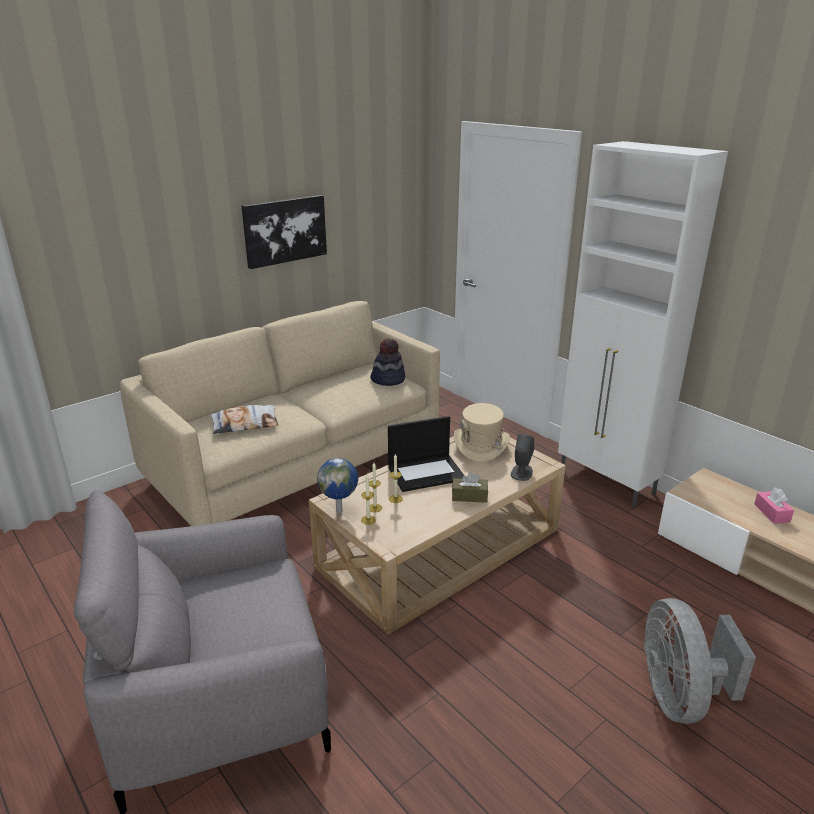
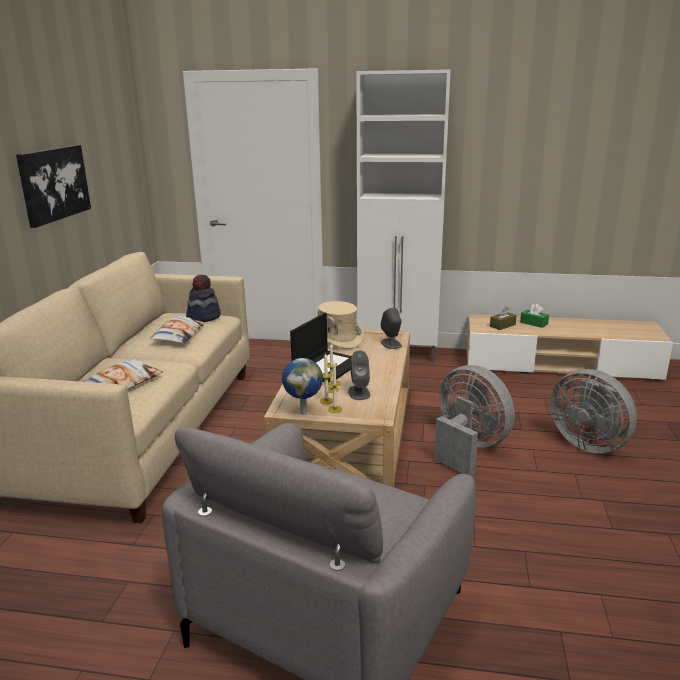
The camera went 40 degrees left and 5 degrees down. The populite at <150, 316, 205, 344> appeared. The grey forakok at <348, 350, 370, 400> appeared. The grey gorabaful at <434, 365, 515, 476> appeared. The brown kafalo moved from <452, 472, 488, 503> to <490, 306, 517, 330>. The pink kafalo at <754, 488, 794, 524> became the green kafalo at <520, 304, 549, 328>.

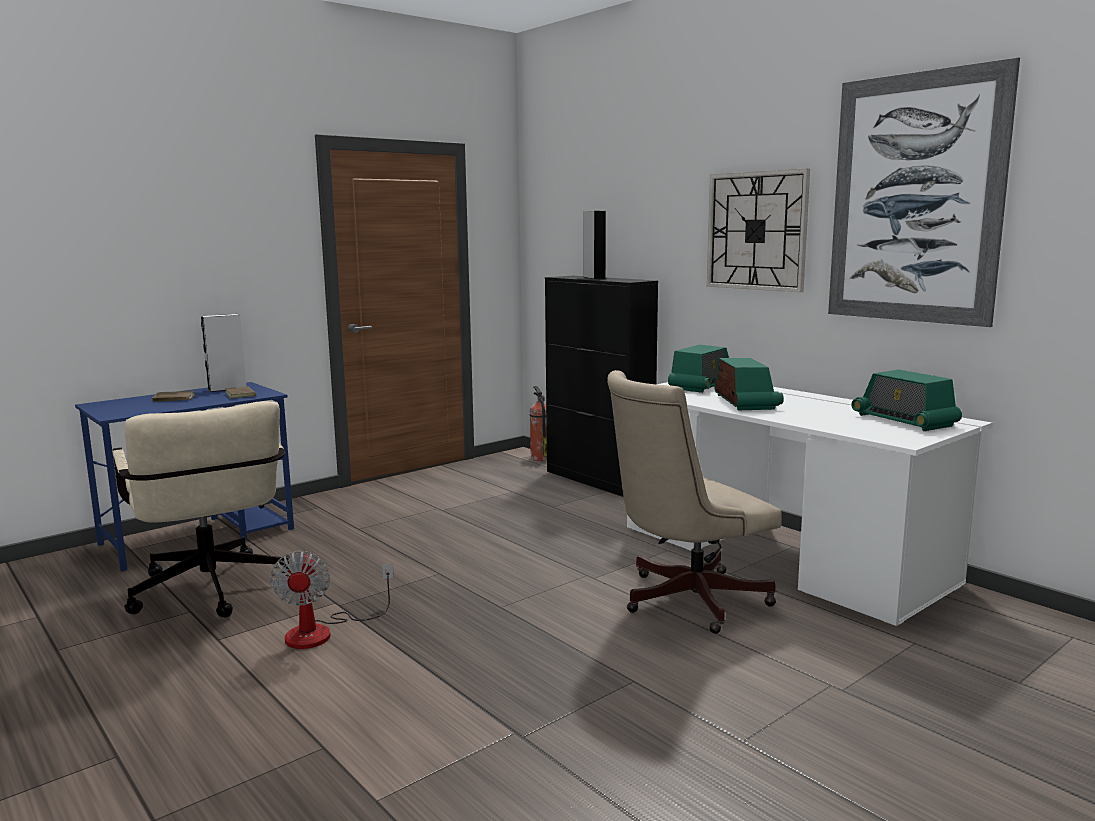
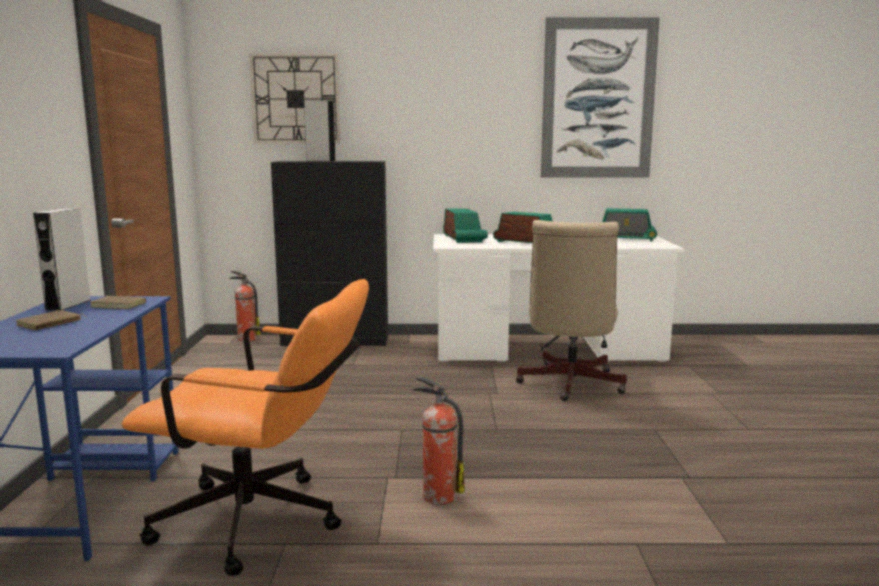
The camera went 50 degrees left and 0 degrees up. The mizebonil moved from <707, 168, 810, 293> to <249, 54, 340, 143>. The gorabaful at <270, 551, 394, 649> was replaced by the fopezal at <413, 376, 465, 505>. The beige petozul at <113, 401, 289, 617> became the orange petozul at <121, 279, 369, 576>.

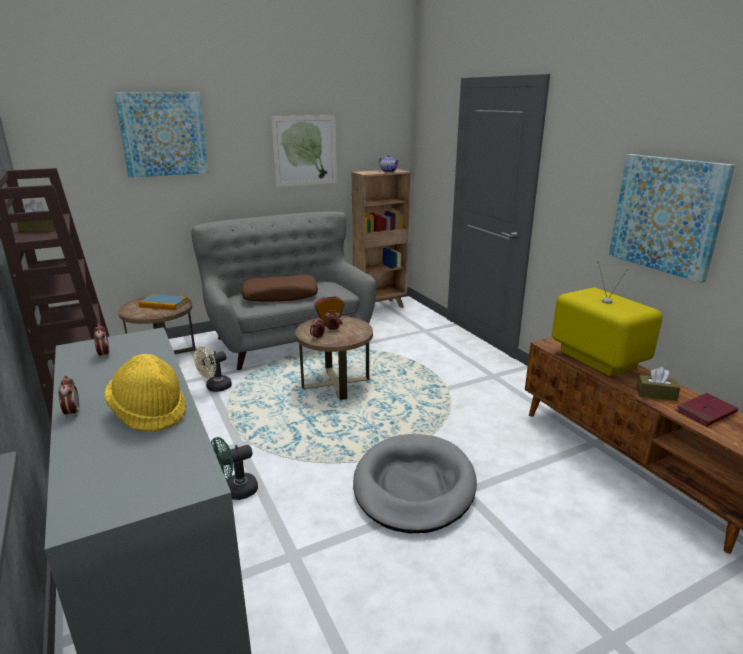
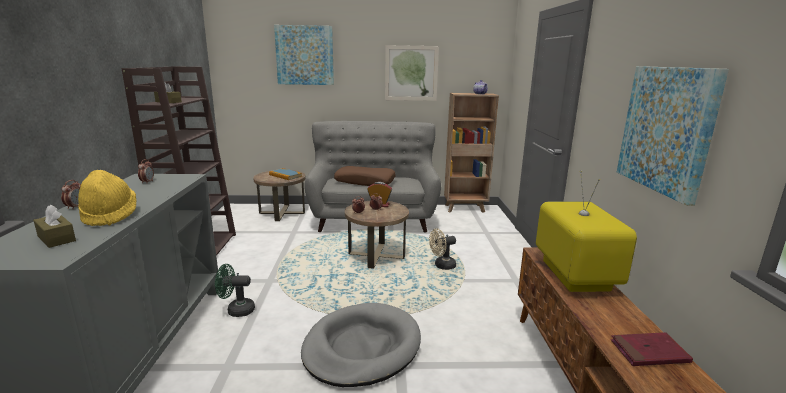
The camera went 25 degrees right and 5 degrees down. The beige gorabaful moved from <194, 347, 232, 392> to <429, 228, 456, 270>. The brown kafalo moved from <636, 367, 680, 401> to <33, 205, 76, 248>.

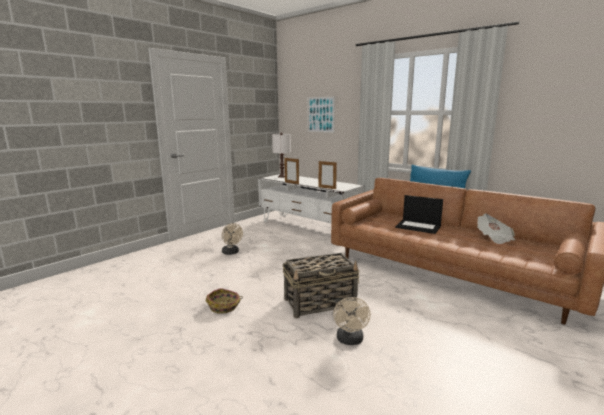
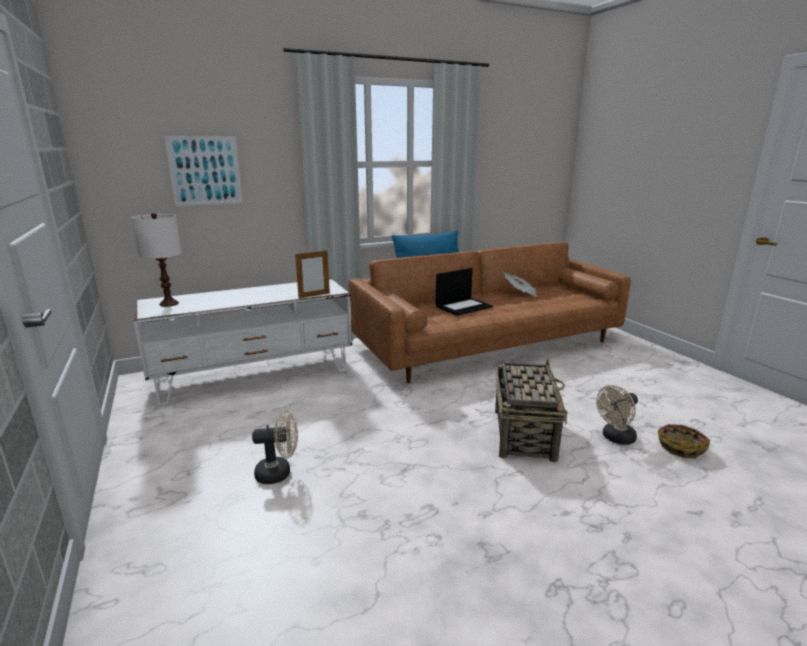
The camera went 65 degrees left and 5 degrees up. The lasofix at <284, 158, 299, 184> disappeared. The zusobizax moved from <205, 288, 243, 314> to <658, 424, 710, 458>. The beige gorabaful at <333, 297, 371, 345> turned 120 degrees clockwise.

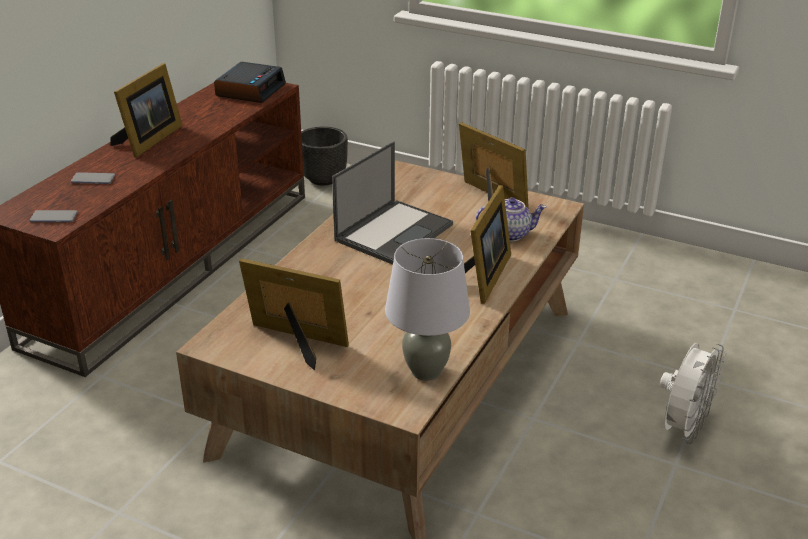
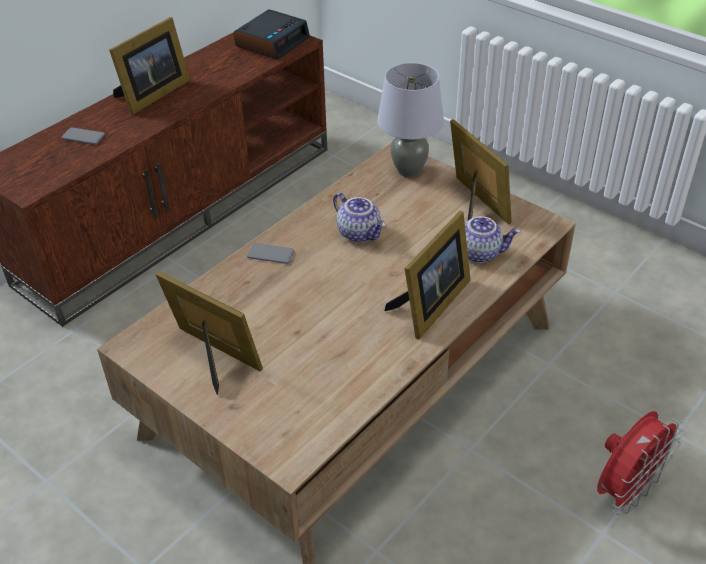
The camera went 15 degrees right and 10 degrees up. The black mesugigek at <301, 126, 348, 185> disappeared. The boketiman moved from <29, 210, 78, 222> to <247, 243, 294, 264>. The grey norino moved from <385, 238, 470, 381> to <377, 63, 444, 177>. The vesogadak at <332, 141, 453, 265> was replaced by the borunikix at <333, 193, 385, 242>. The white gorabaful at <660, 343, 726, 444> became the red gorabaful at <597, 411, 686, 515>.

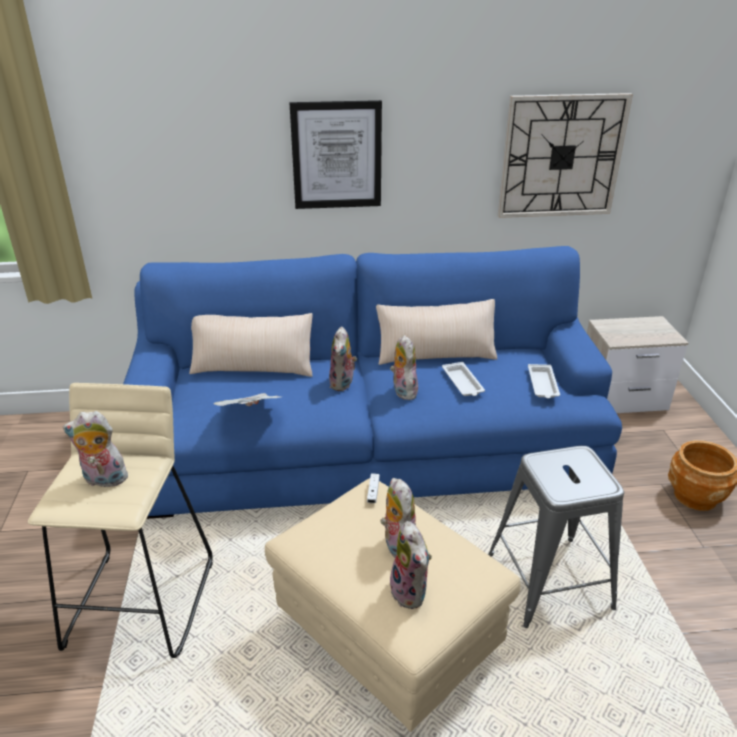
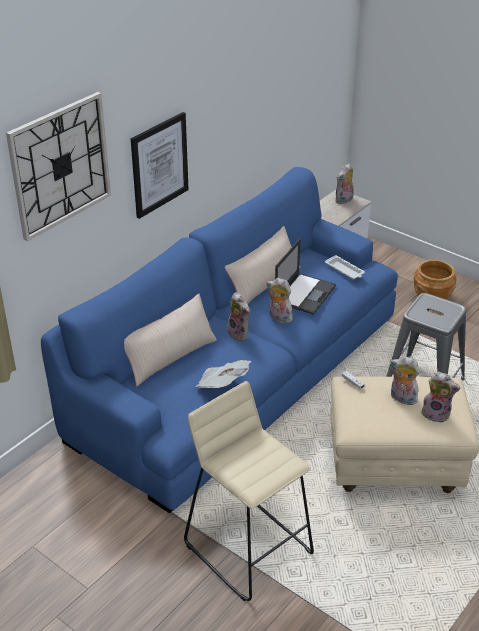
The camera went 45 degrees left and 5 degrees up. The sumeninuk moved from <63, 411, 131, 487> to <335, 163, 354, 204>. The mizebonil moved from <498, 93, 633, 218> to <6, 92, 111, 241>. The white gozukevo at <442, 362, 485, 396> was replaced by the vesogadak at <275, 239, 336, 315>.

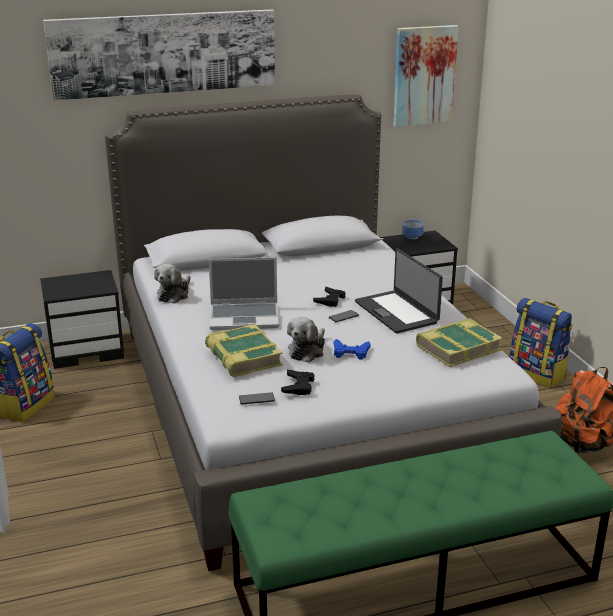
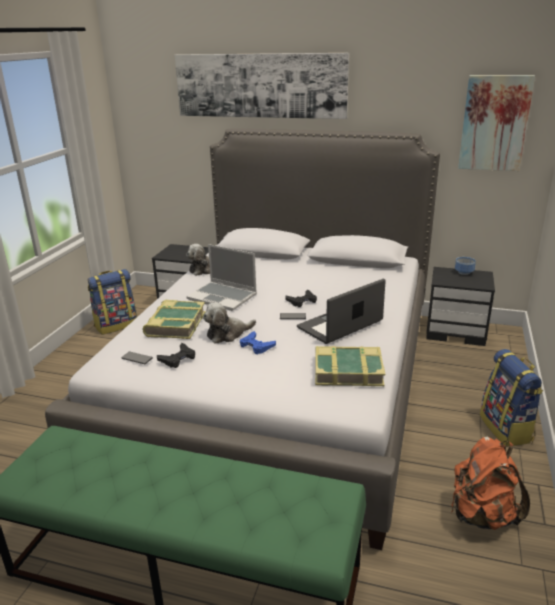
The camera went 35 degrees right and 0 degrees up. The vesogadak at <355, 249, 443, 333> turned 45 degrees clockwise.

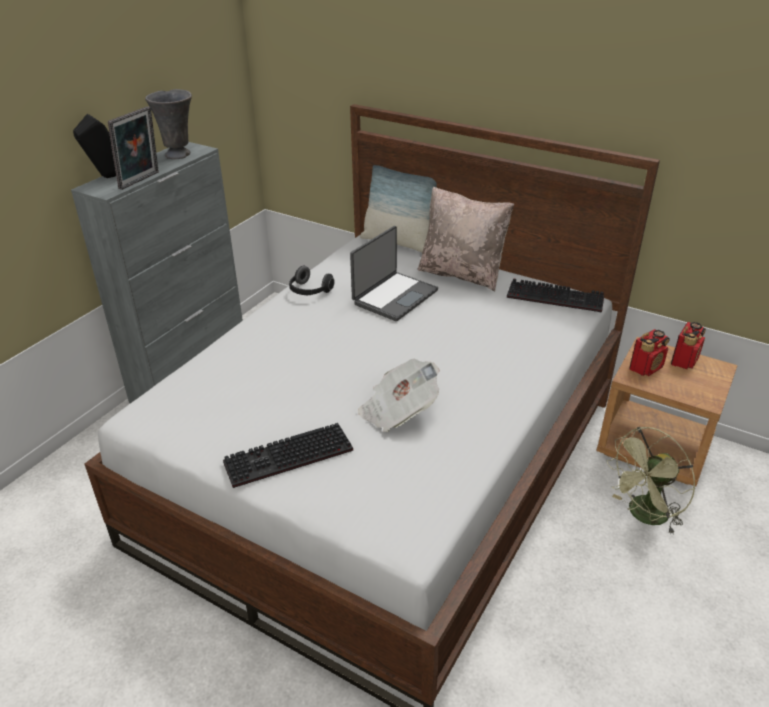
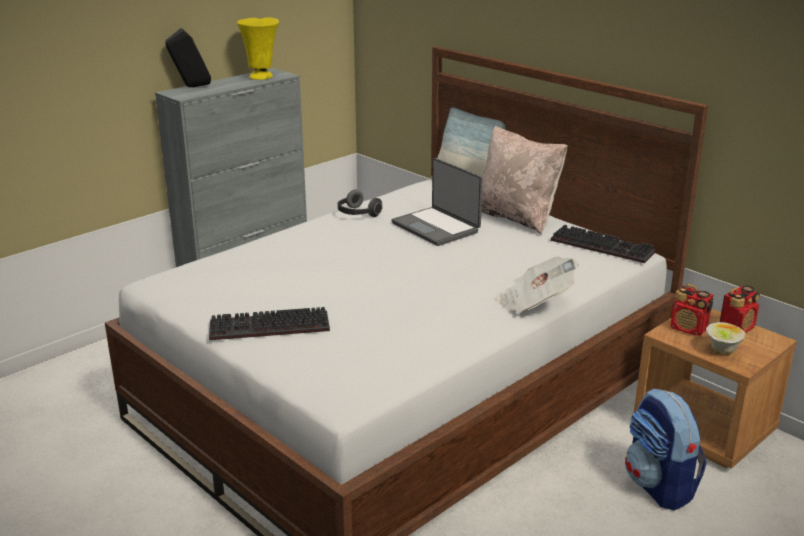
The camera went 15 degrees right and 10 degrees down. The lasofix at <108, 106, 159, 190> disappeared. The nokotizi at <706, 322, 746, 355> appeared. The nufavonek moved from <358, 359, 440, 433> to <495, 256, 579, 314>. The green gorabaful at <607, 427, 695, 535> was replaced by the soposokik at <625, 388, 707, 510>. The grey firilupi at <145, 89, 192, 159> became the yellow firilupi at <237, 17, 279, 80>. The vesogadak at <350, 226, 438, 321> turned 90 degrees clockwise. The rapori at <630, 329, 669, 376> turned 60 degrees clockwise.

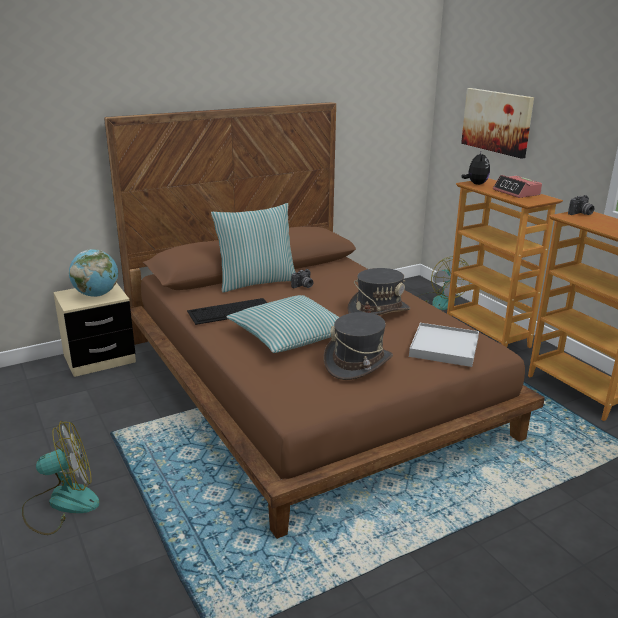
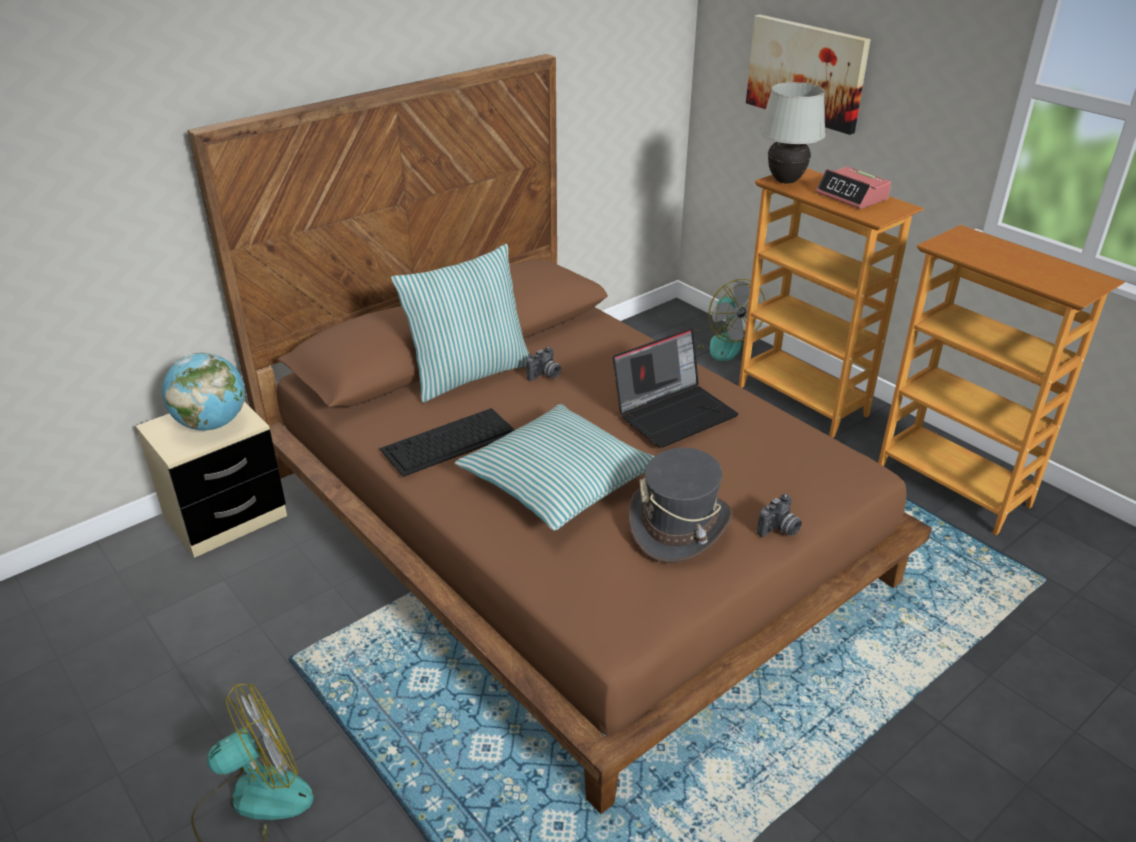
The camera went 10 degrees left and 10 degrees up. The white gozukevo at <409, 323, 479, 367> disappeared. The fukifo moved from <568, 195, 594, 215> to <757, 494, 802, 537>. The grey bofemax at <347, 268, 410, 315> was replaced by the vesogadak at <613, 328, 738, 448>. The sumeninuk at <462, 150, 490, 185> was replaced by the white norino at <759, 82, 826, 184>.

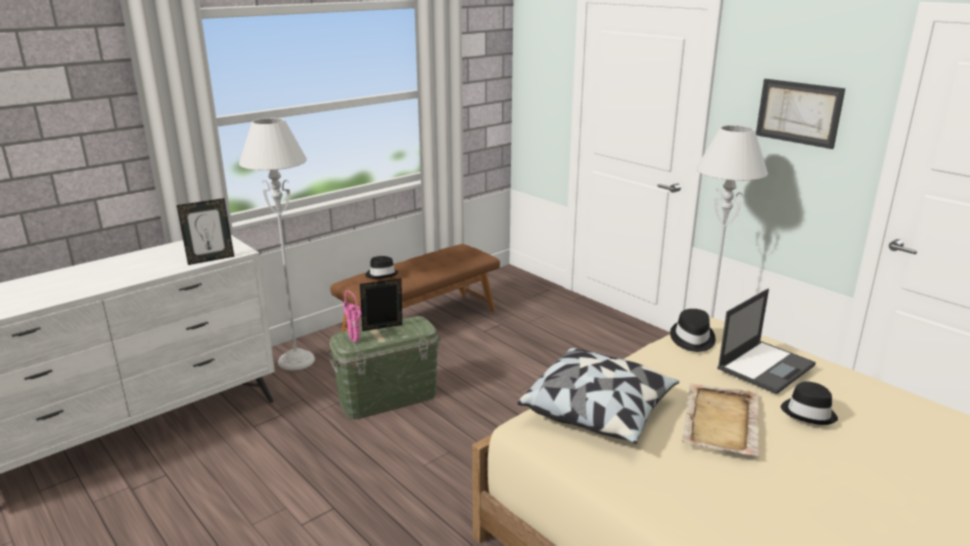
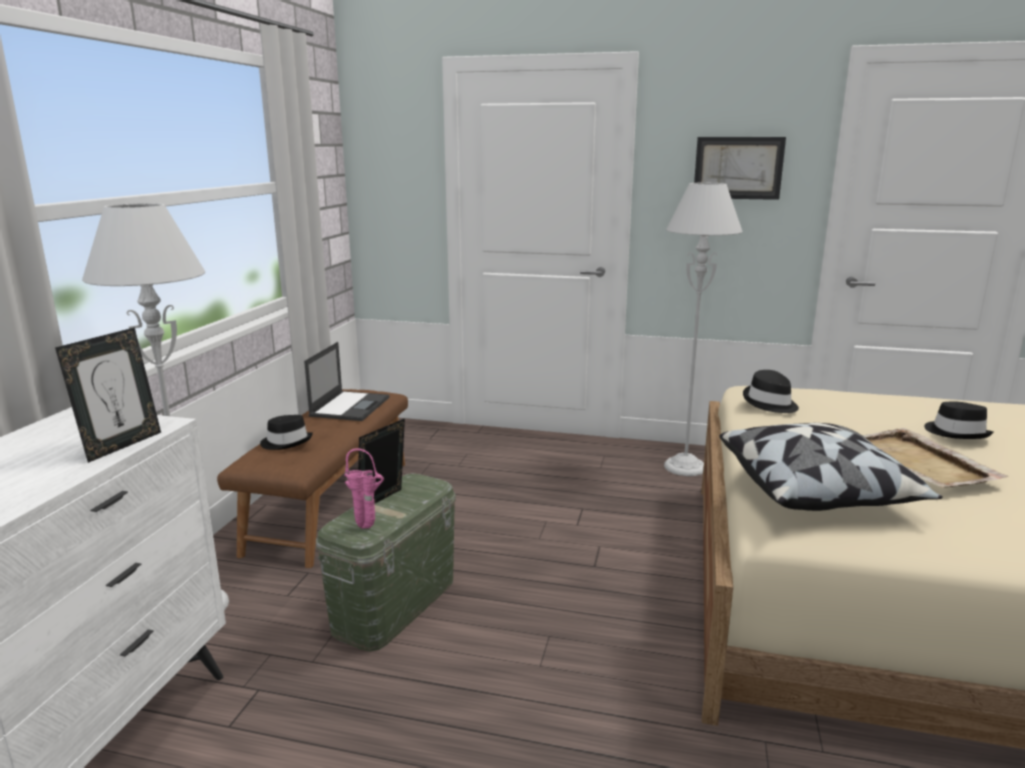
The camera went 35 degrees left and 5 degrees down. The vesogadak moved from <717, 289, 816, 394> to <304, 342, 389, 421>.

